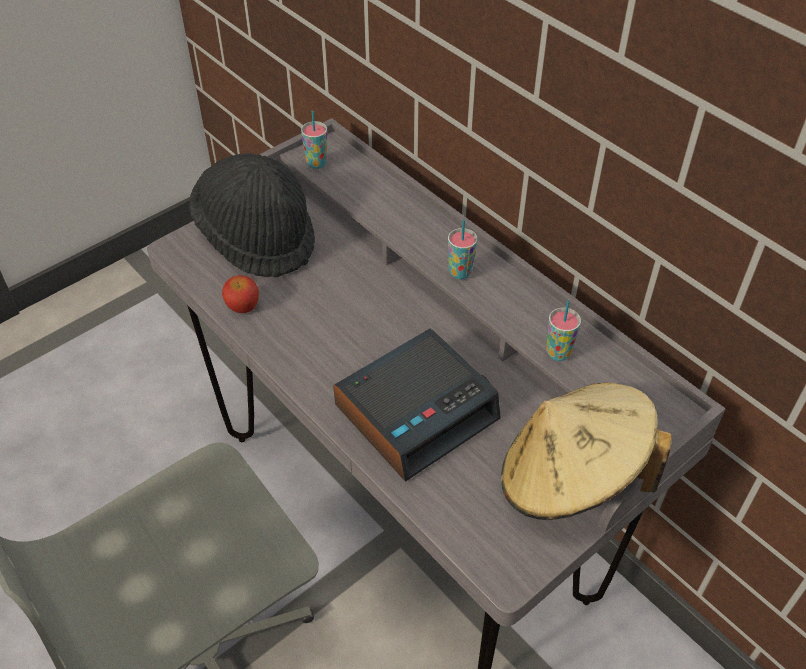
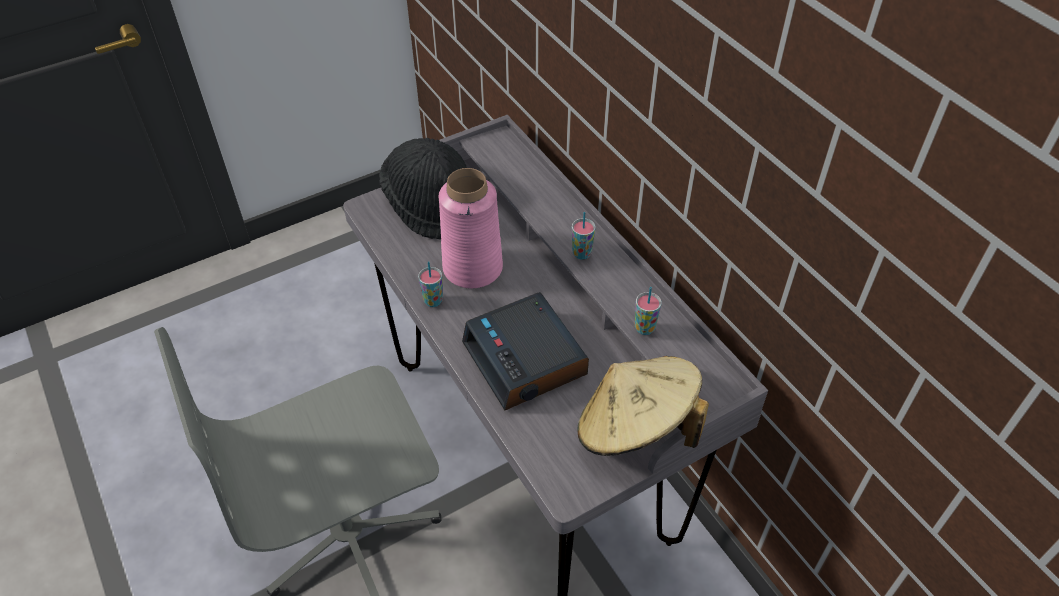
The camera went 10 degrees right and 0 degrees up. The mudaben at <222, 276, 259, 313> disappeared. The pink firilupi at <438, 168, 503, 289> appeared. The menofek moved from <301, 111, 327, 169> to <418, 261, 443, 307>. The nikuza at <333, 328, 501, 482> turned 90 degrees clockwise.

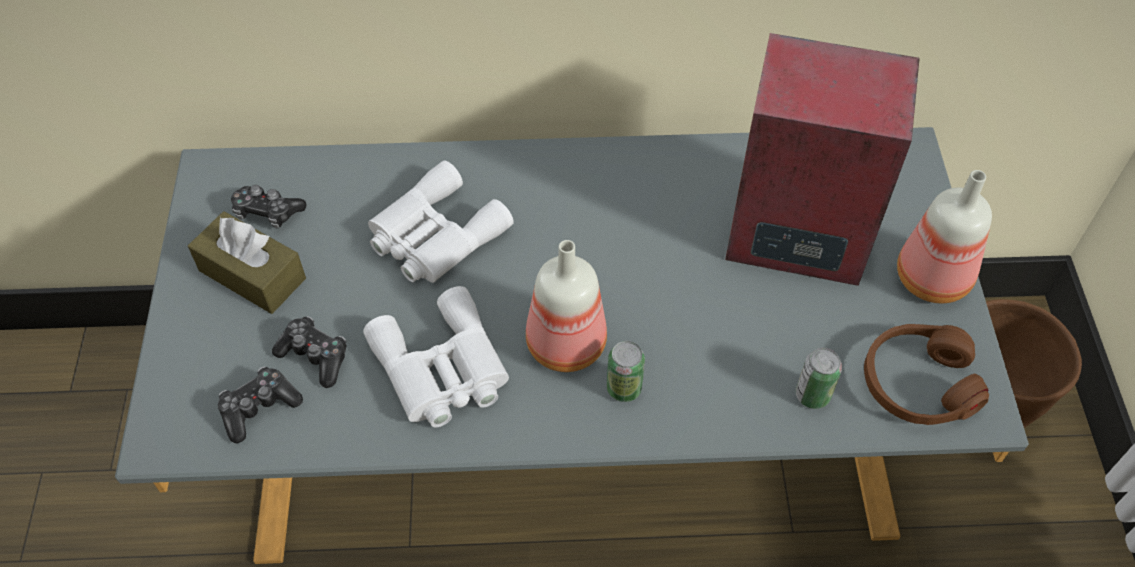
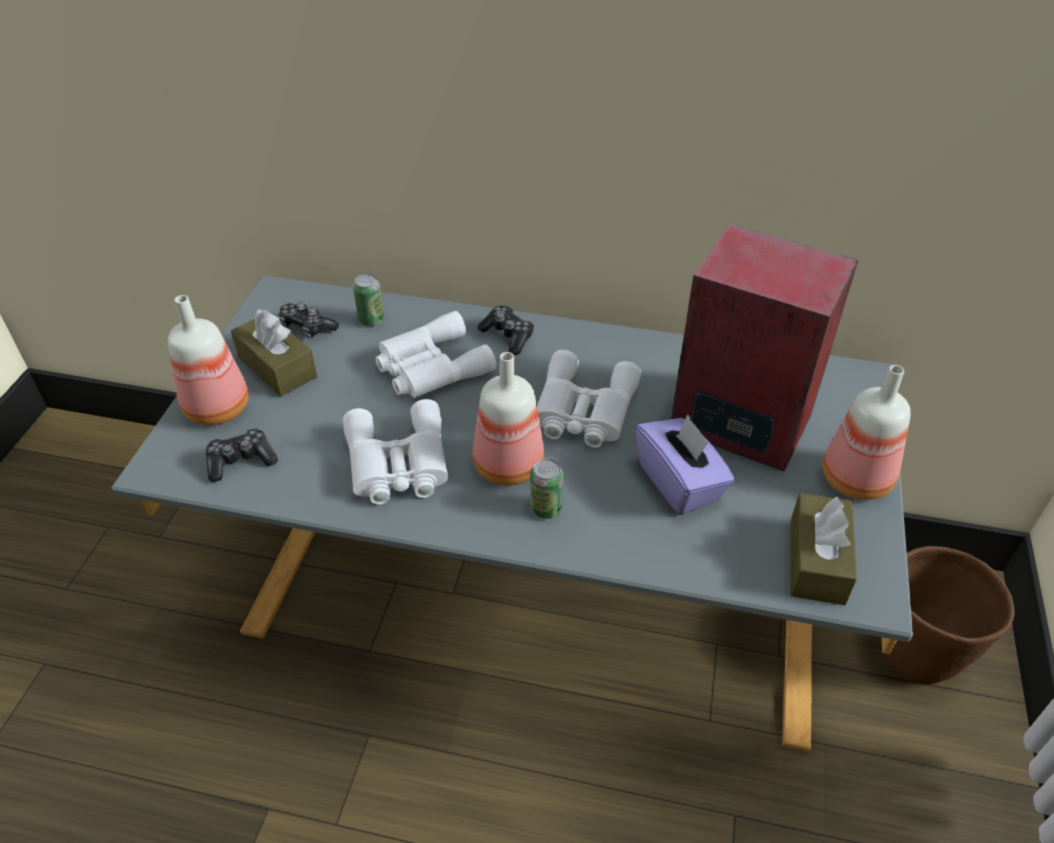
The camera went 15 degrees right and 10 degrees down. The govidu at <168, 295, 249, 425> appeared. The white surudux at <537, 350, 641, 448> appeared. The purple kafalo at <635, 414, 735, 515> appeared. The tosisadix moved from <272, 316, 347, 388> to <478, 305, 534, 355>. The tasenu moved from <796, 348, 842, 409> to <353, 274, 384, 326>. The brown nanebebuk at <864, 324, 989, 425> was replaced by the brown kafalo at <790, 493, 857, 605>.

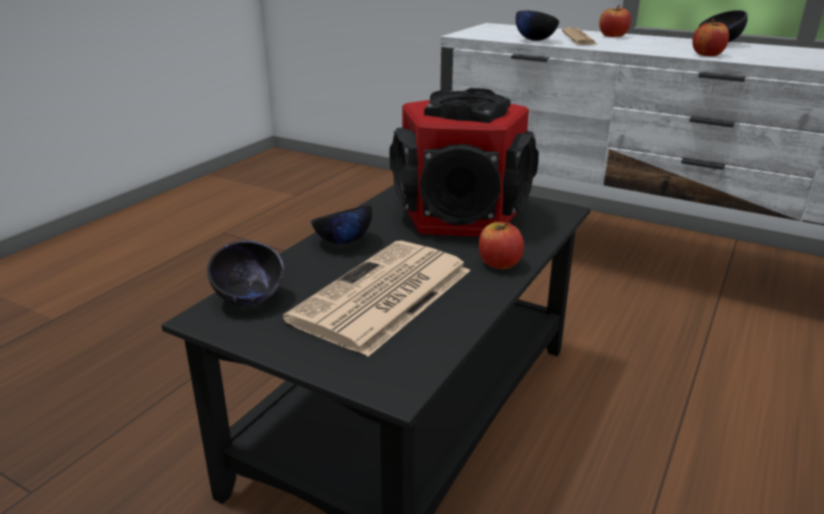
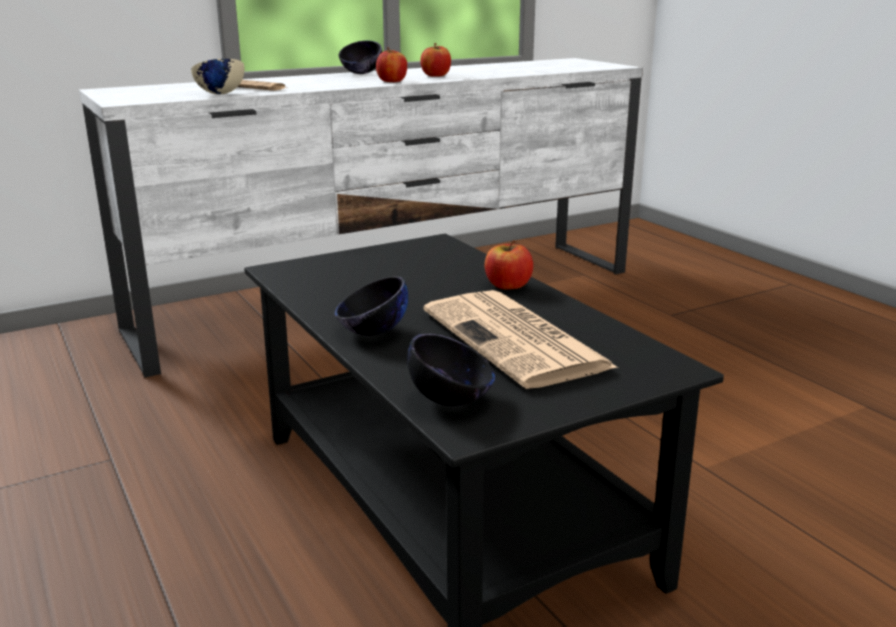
The camera went 60 degrees left and 5 degrees down. The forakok at <389, 88, 539, 237> disappeared. The mudaben moved from <599, 5, 631, 37> to <420, 43, 451, 77>. The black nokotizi at <516, 10, 559, 41> became the beige nokotizi at <191, 59, 244, 94>.

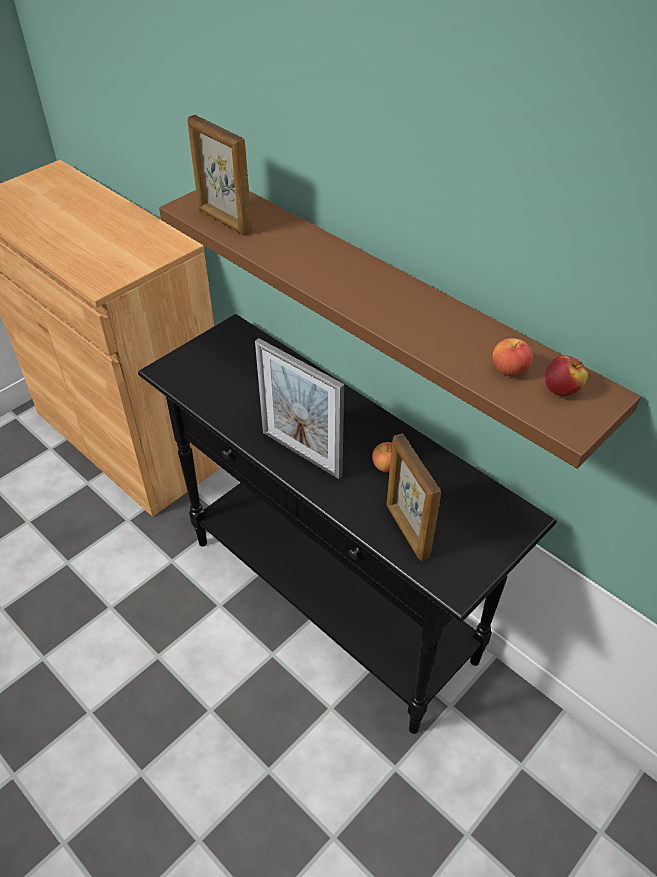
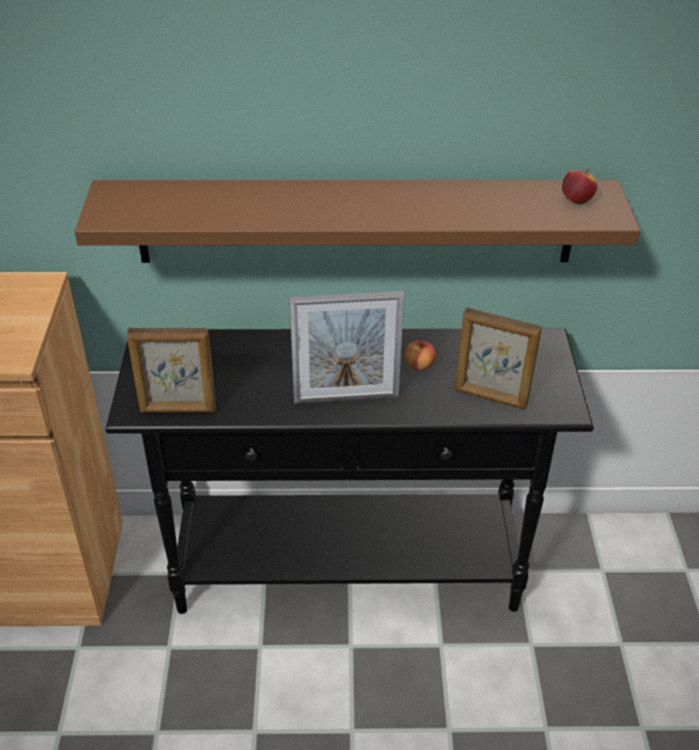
The camera went 45 degrees left and 5 degrees down. The mudaben at <493, 338, 533, 376> disappeared. The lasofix moved from <187, 115, 252, 236> to <126, 328, 216, 413>.

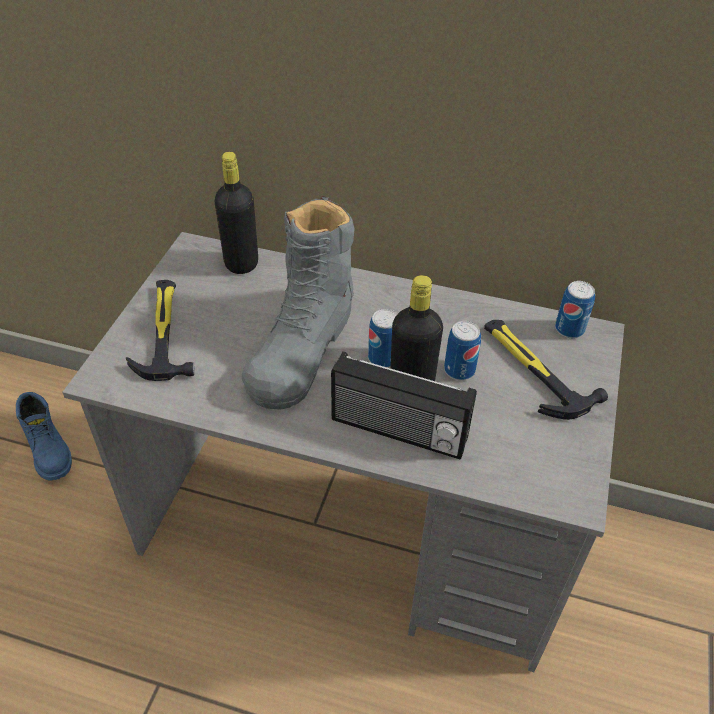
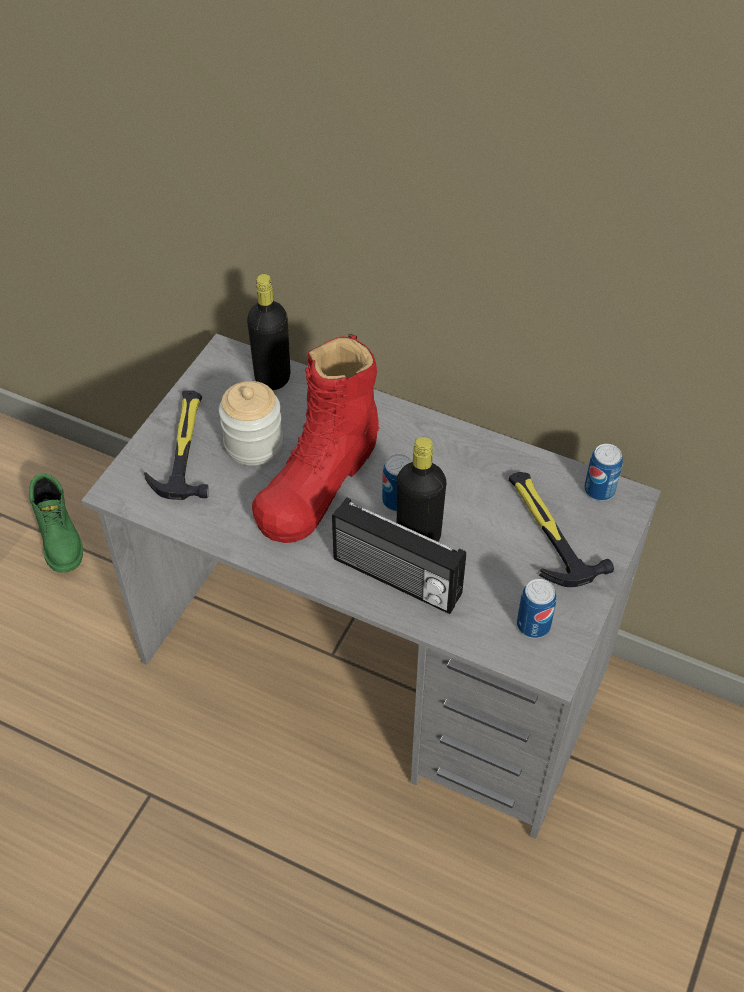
The camera went 10 degrees right and 5 degrees up. The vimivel at <219, 381, 283, 466> appeared. The tasenu moved from <444, 321, 481, 380> to <517, 579, 557, 638>. The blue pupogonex at <16, 392, 72, 481> became the green pupogonex at <29, 473, 83, 573>. The grey pupogonex at <242, 196, 354, 410> became the red pupogonex at <252, 334, 379, 543>.

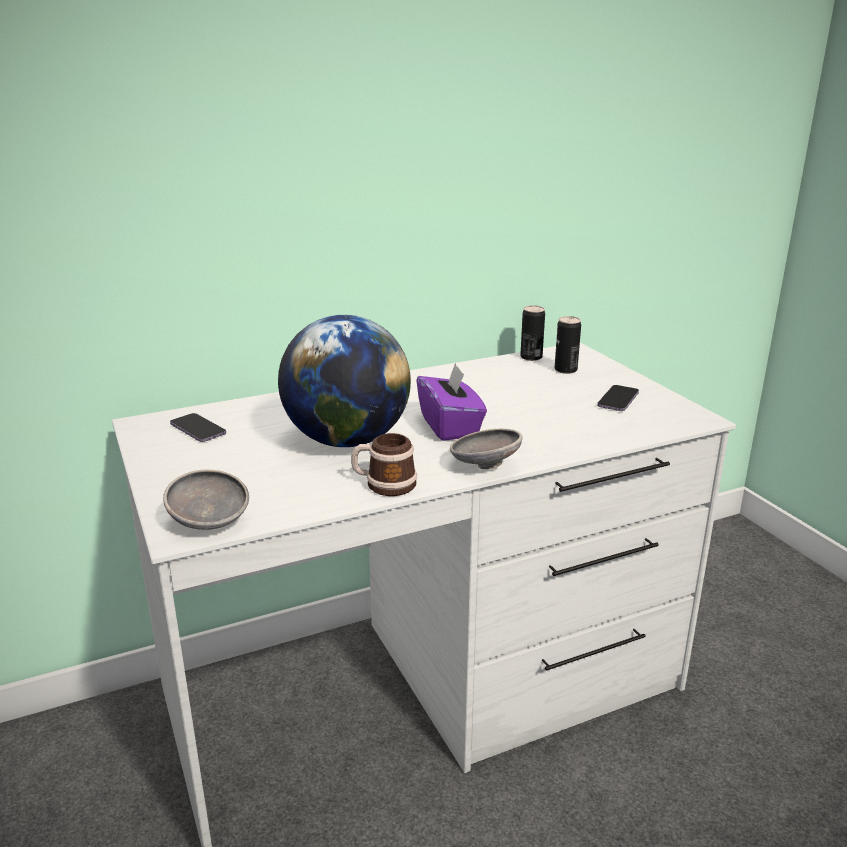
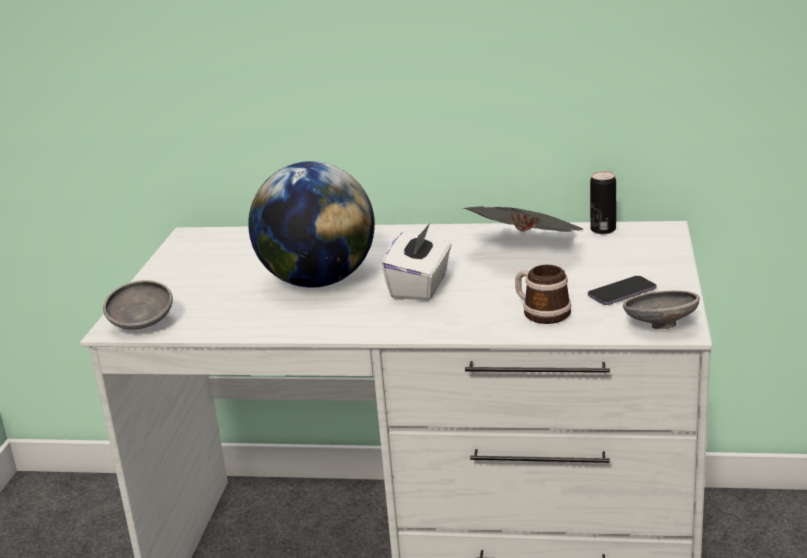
The camera went 35 degrees right and 0 degrees up. The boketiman at <170, 413, 226, 442> disappeared. The tasenu at <555, 316, 581, 374> disappeared. The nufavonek at <463, 206, 583, 232> appeared. The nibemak moved from <351, 433, 417, 496> to <515, 265, 572, 324>. The grey nokotizi moved from <450, 429, 522, 469> to <623, 290, 700, 329>. The purple kafalo at <416, 362, 487, 441> became the white kafalo at <382, 223, 451, 301>.

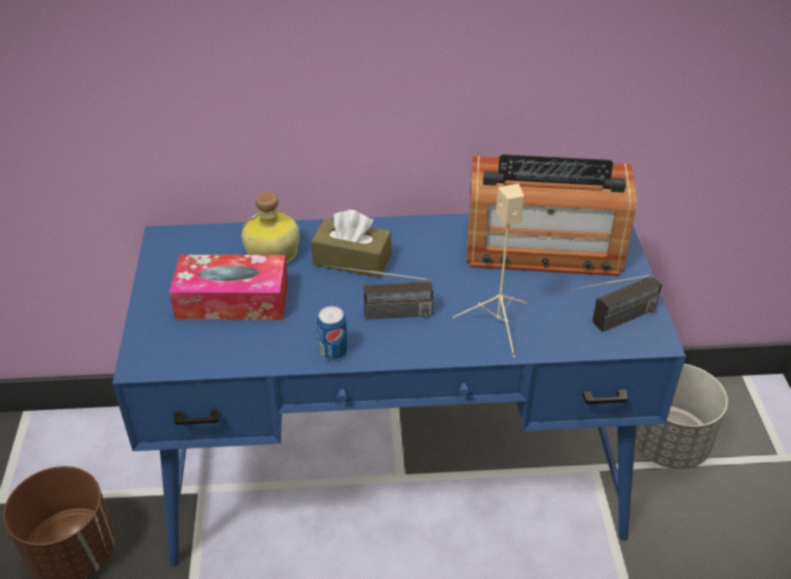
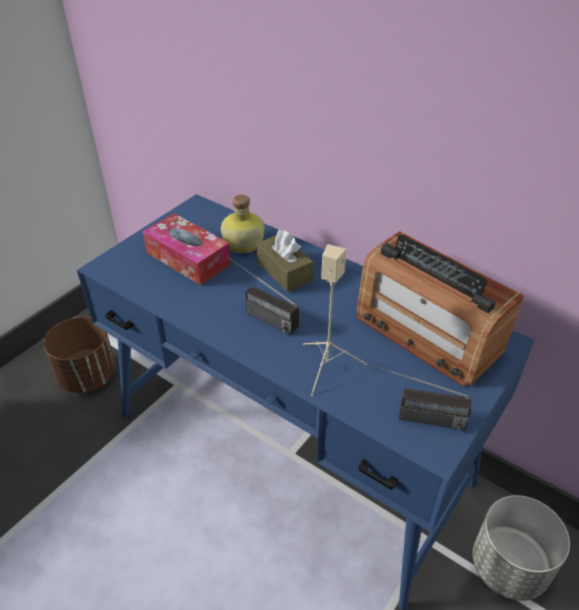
The camera went 40 degrees right and 0 degrees up. The tasenu at <317, 306, 348, 360> disappeared.

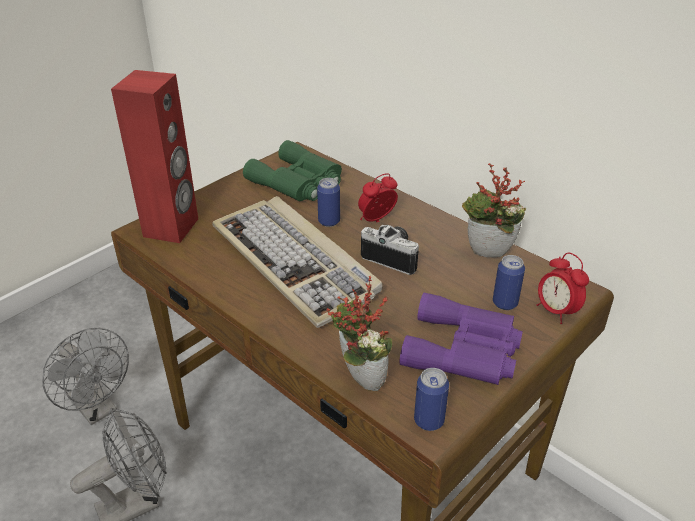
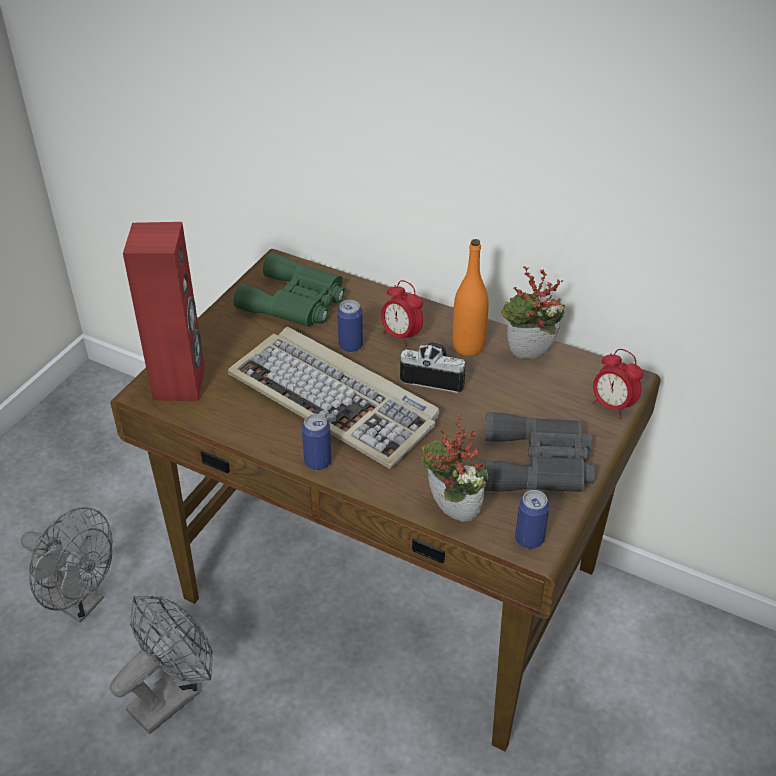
The camera went 15 degrees left and 5 degrees up. The orange govidu at <453, 239, 489, 356> appeared. The tasenu moved from <493, 255, 525, 310> to <302, 414, 332, 470>. The purple surudux at <400, 293, 523, 385> became the grey surudux at <485, 412, 594, 492>. The nikuza at <358, 173, 398, 222> turned 90 degrees counterclockwise.

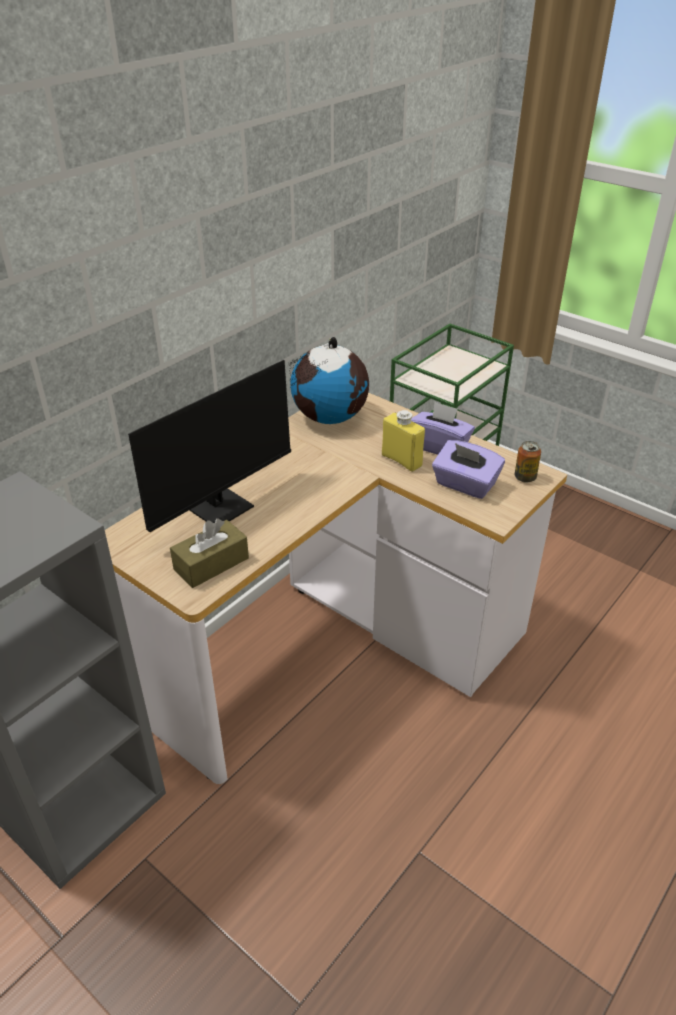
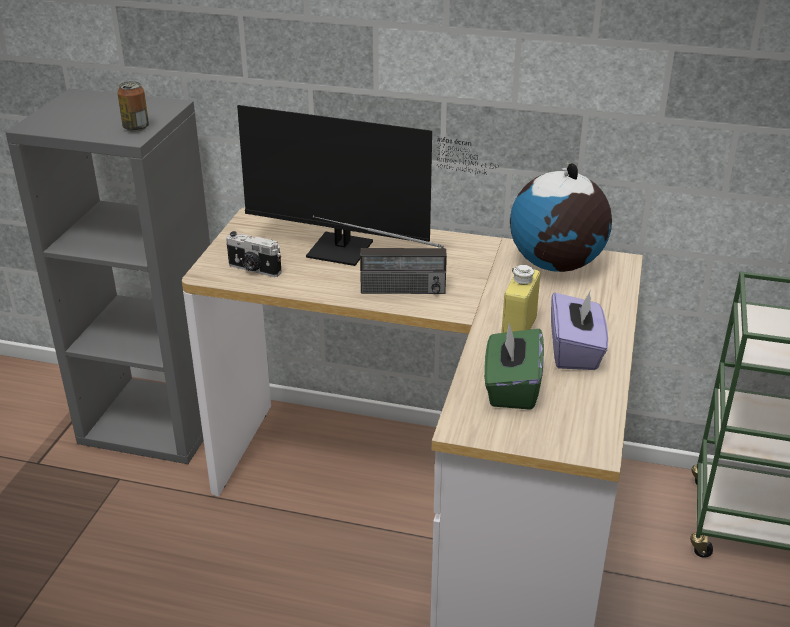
The camera went 65 degrees right and 5 degrees down. The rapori at <313, 216, 447, 294> appeared. The tasenu moved from <515, 441, 541, 483> to <117, 81, 149, 132>. The brown kafalo at <170, 518, 249, 588> was replaced by the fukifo at <226, 231, 282, 277>. The purple kafalo at <432, 440, 505, 499> became the green kafalo at <484, 323, 544, 410>.

